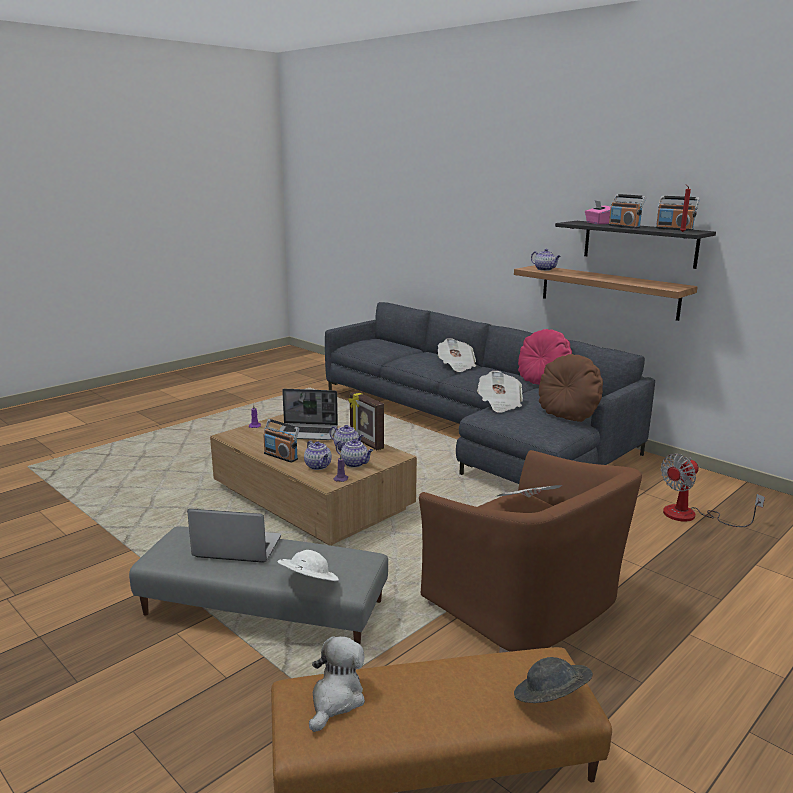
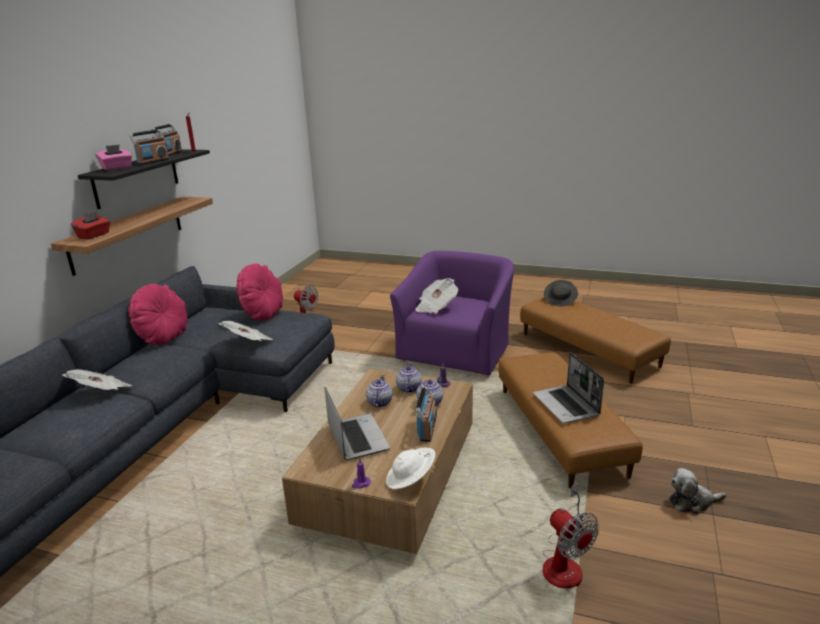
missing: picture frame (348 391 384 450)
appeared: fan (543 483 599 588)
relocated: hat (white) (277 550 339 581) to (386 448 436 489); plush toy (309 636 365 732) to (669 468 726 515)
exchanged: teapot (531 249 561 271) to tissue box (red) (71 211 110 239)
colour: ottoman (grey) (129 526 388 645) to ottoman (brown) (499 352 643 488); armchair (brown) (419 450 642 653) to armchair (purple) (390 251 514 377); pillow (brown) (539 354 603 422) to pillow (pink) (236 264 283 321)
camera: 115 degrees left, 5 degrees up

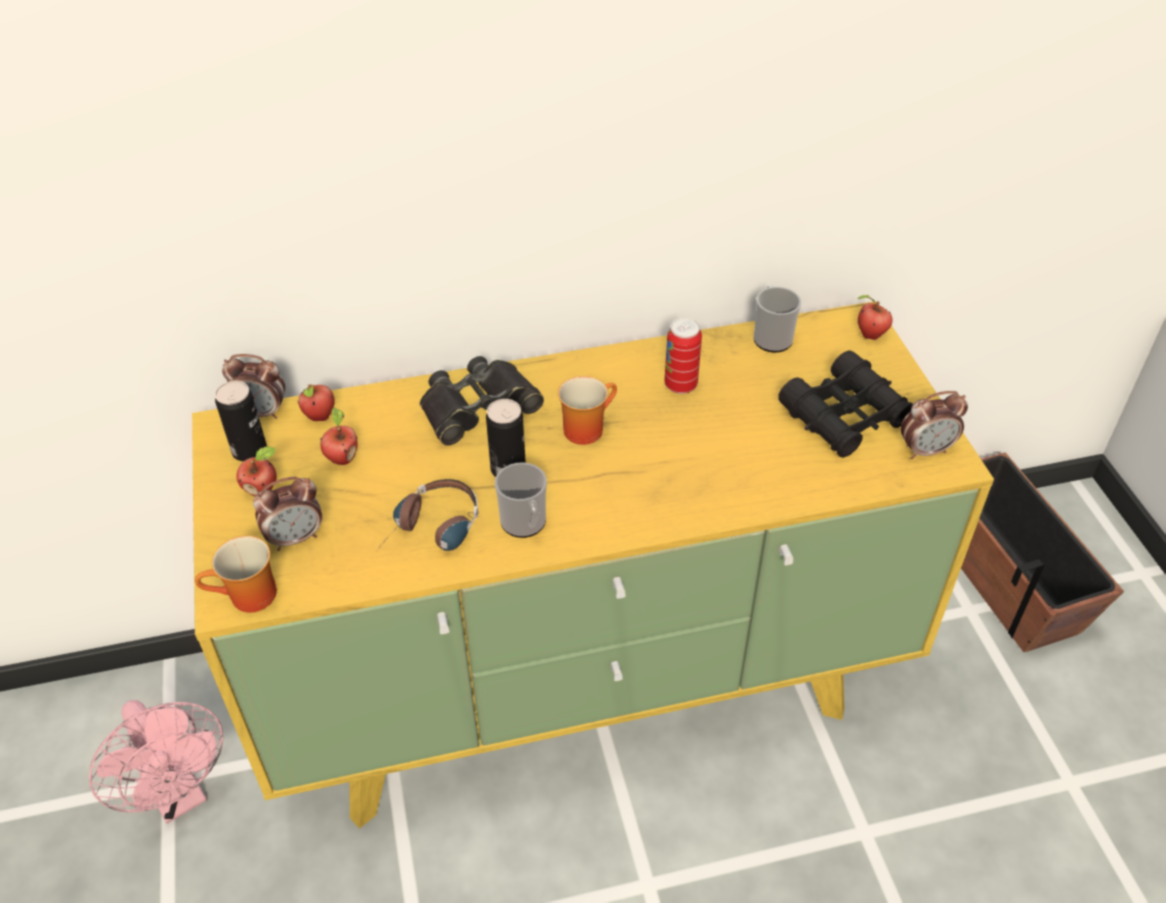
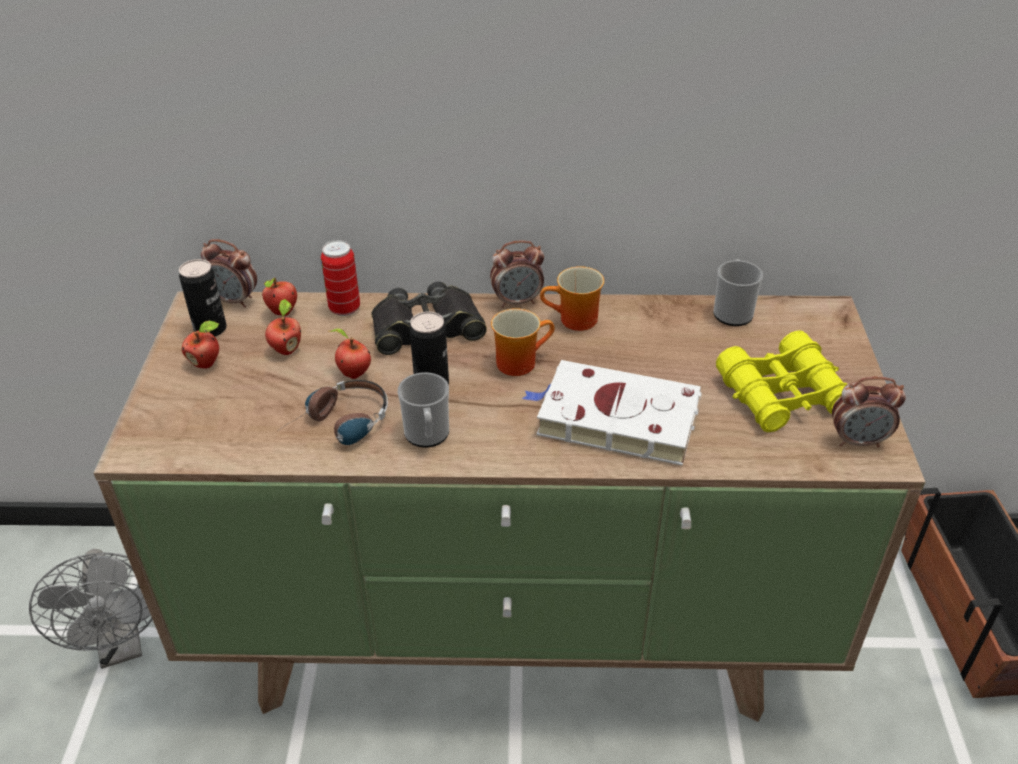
appeared: book (white) (522 360 702 466)
relocated: mug (195 536 277 613) to (540 266 604 331); alarm clock (253 477 322 551) to (490 240 544 308); can (664 317 702 394) to (321 240 360 316); apple (857 295 893 340) to (329 329 371 379)
colour: fan (pink) (89 700 223 824) to fan (grey) (29 549 153 669); dresser (yellow) (192 301 994 829) to dresser (green) (94 291 925 722); binoculars (black) (778 350 913 458) to binoculars (yellow) (716 330 847 432)
camera: 15 degrees right, 5 degrees down

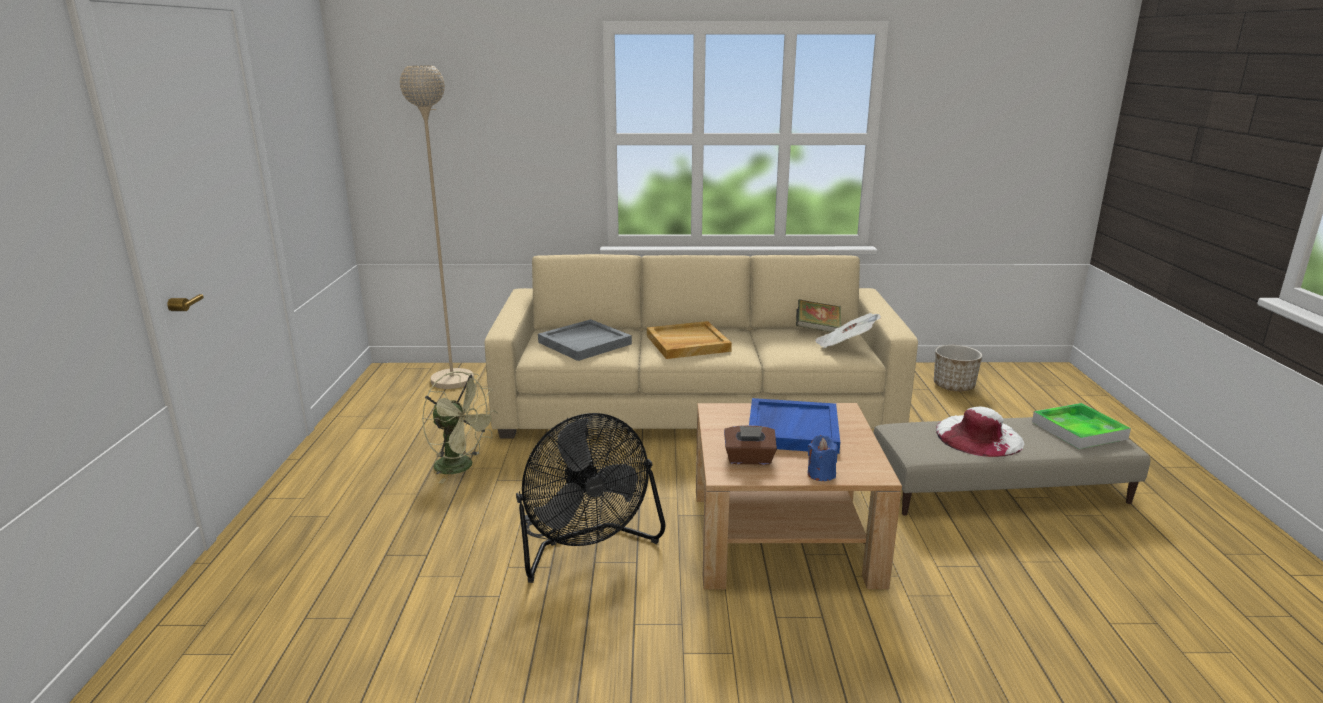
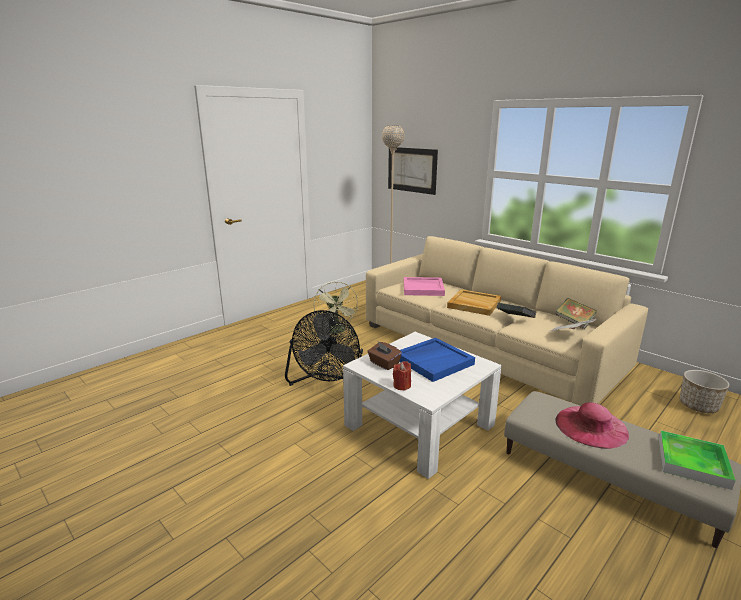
appeared: picture (388 147 438 195); book (496 302 537 318)
colour: tray (grey) (538 319 632 361) to tray (pink) (404 277 445 296); coffee table (brown) (696 403 902 589) to coffee table (white) (343 332 502 479); candle (blue) (808 435 838 481) to candle (red) (393 361 411 391); hat (white) (936 407 1024 457) to hat (pink) (555 402 629 449)
camera: 45 degrees right, 0 degrees up

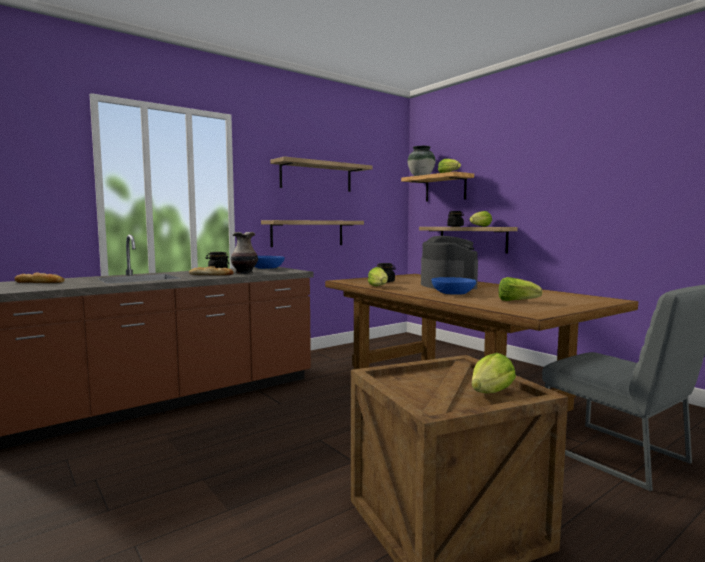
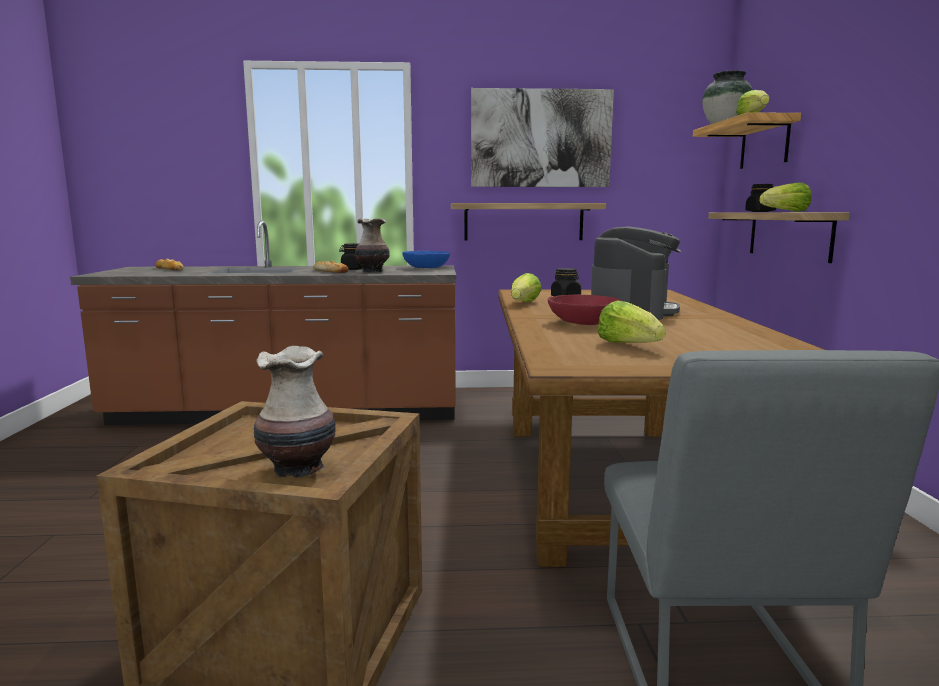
exchanged: shelf (270 157 372 192) to picture (471 88 614 187); lettuce (472 353 516 393) to vase (254 346 336 478)
colour: bowl (blue) (431 277 476 295) to bowl (red) (548 295 622 325)
camera: 35 degrees right, 5 degrees up

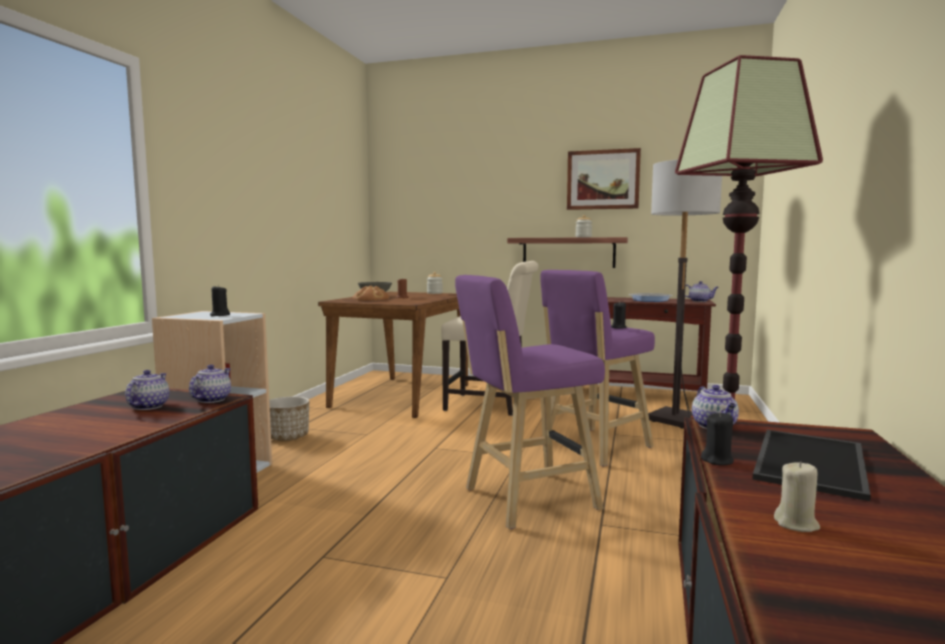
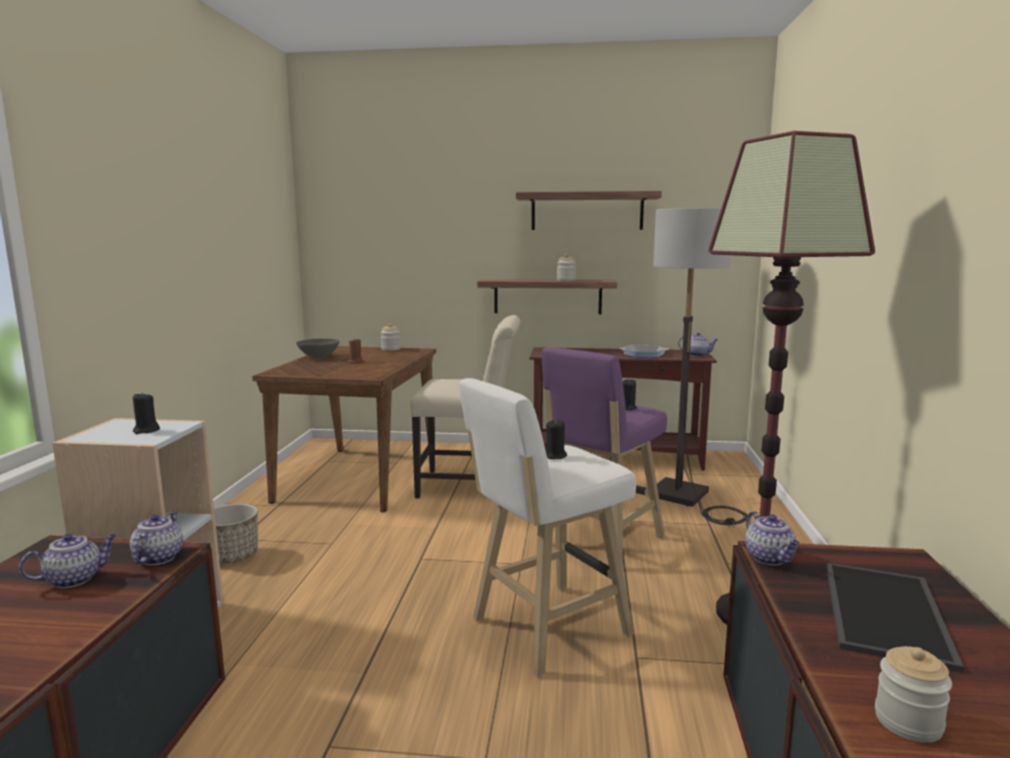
missing: bread (352 285 389 301)
relocated: candle (black) (701 412 734 465) to (545 419 567 459)
exchanged: picture (567 148 641 210) to shelf (516 191 662 230); candle (beige) (774 461 820 532) to jar (875 646 952 743)
colour: stool (purple) (455 275 605 529) to stool (white) (459 378 636 677)
spun: teapot (125 370 169 410) = (19 533 117 588) 60 degrees clockwise
camera: 10 degrees left, 5 degrees up

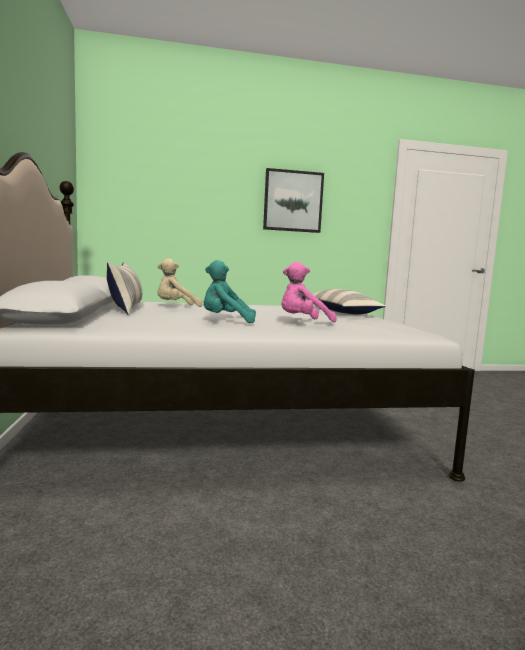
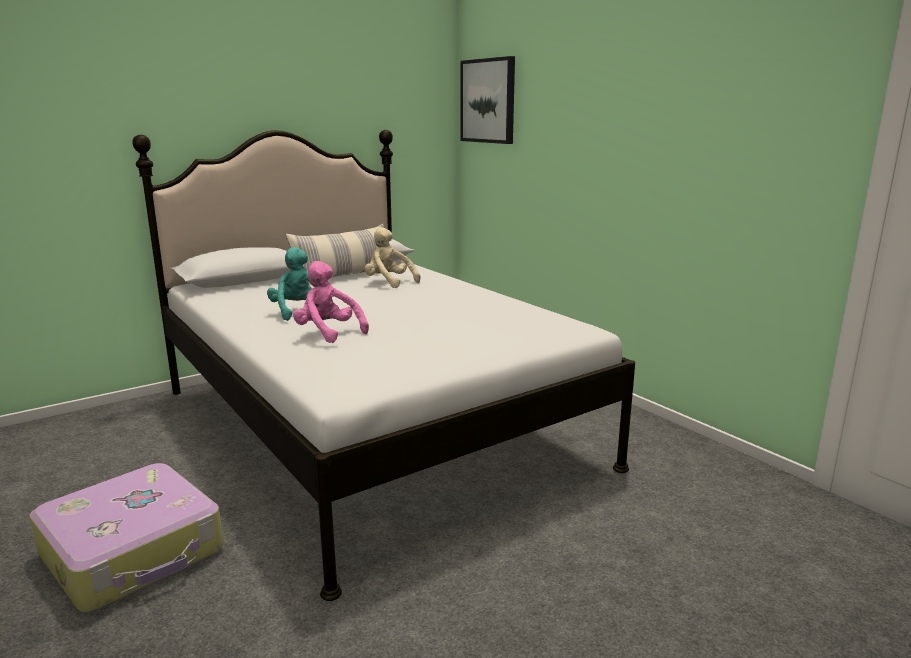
missing: pillow (312 289 386 314)
appeared: suitcase (29 463 223 612)
relocated: picture (263 168 324 233) to (460 56 515 144)
camera: 65 degrees right, 10 degrees up

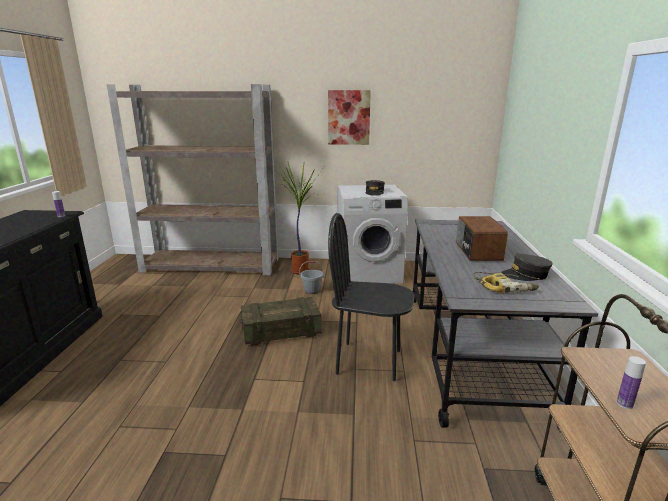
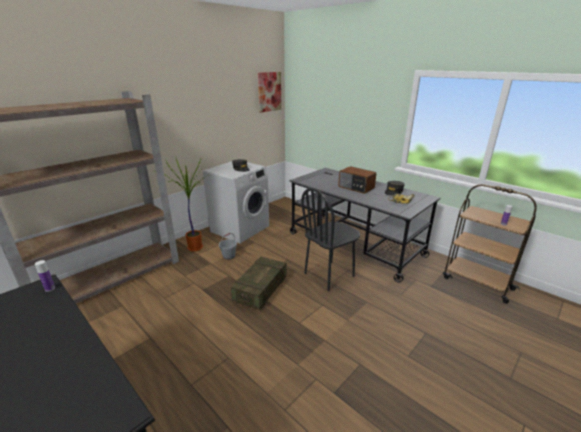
relocated: picture (328 90 371 145) to (258 72 281 113)
camera: 50 degrees left, 5 degrees up

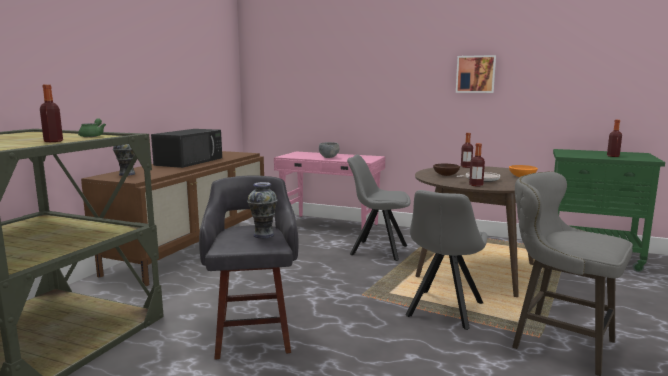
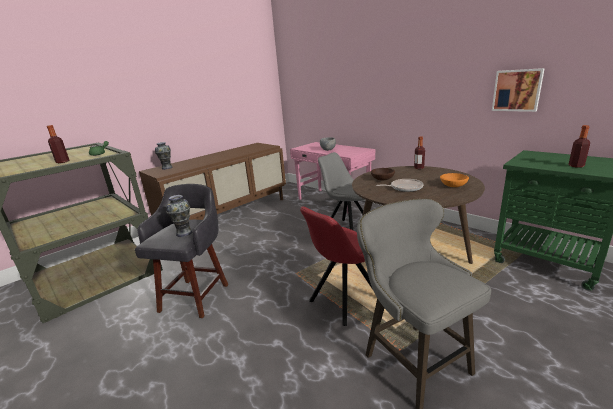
missing: microwave (black) (151 129 222 168); bottle (469 143 485 187)
relocated: picture (456 55 496 93) to (492 68 545 112)
colour: chair (grey) (406 190 488 330) to chair (red) (300 206 372 326)
camera: 25 degrees right, 10 degrees up

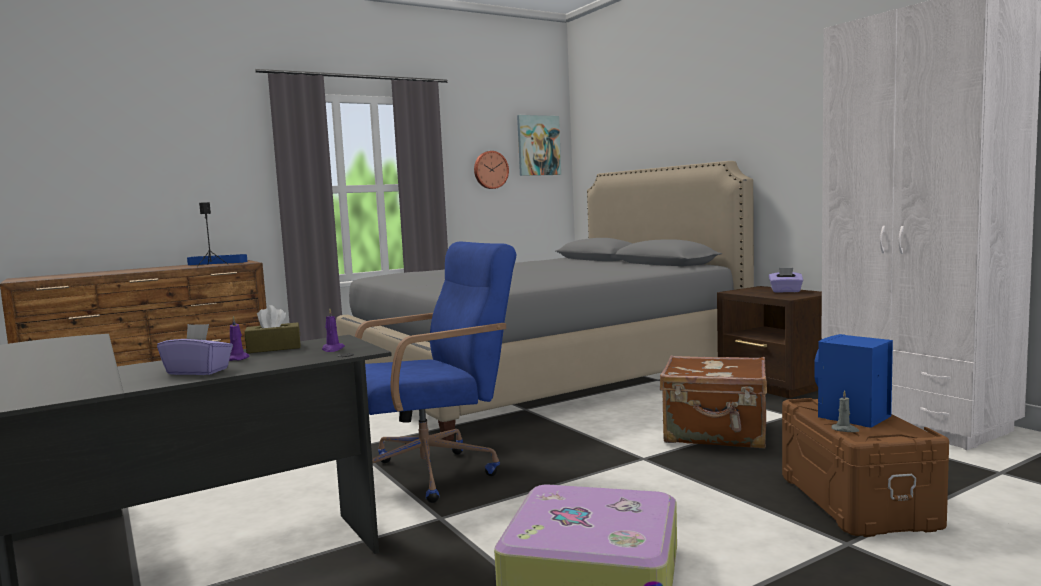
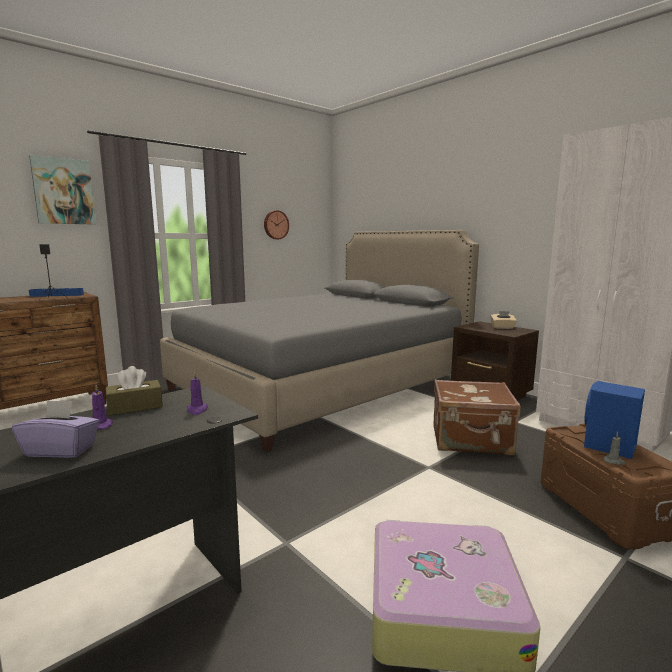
missing: office chair (blue) (355 241 516 503)
relocated: picture (517 115 561 176) to (29 155 96 225)
colour: tissue box (purple) (769 268 803 293) to tissue box (beige) (491 311 517 329)
camera: 10 degrees left, 5 degrees up

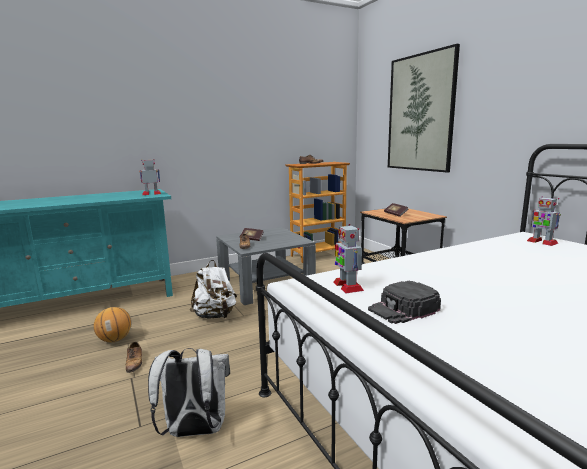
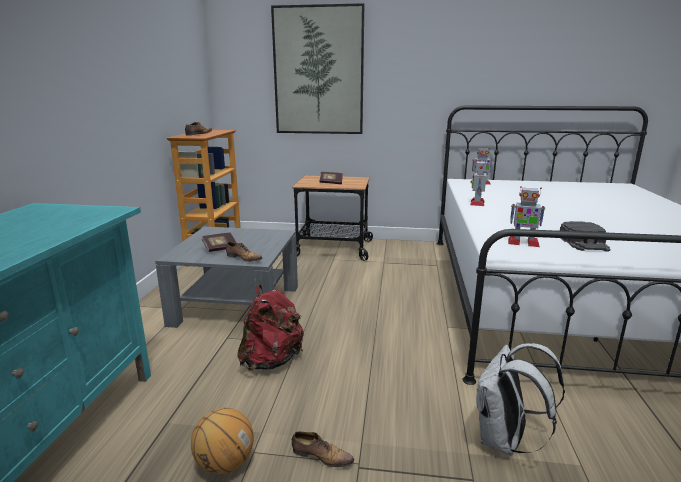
relocated: toy robot (139 159 161 195) to (470 160 487 206)
colour: backpack (white) (190 260 237 319) to backpack (red) (237 284 304 370)
camera: 55 degrees left, 5 degrees up

